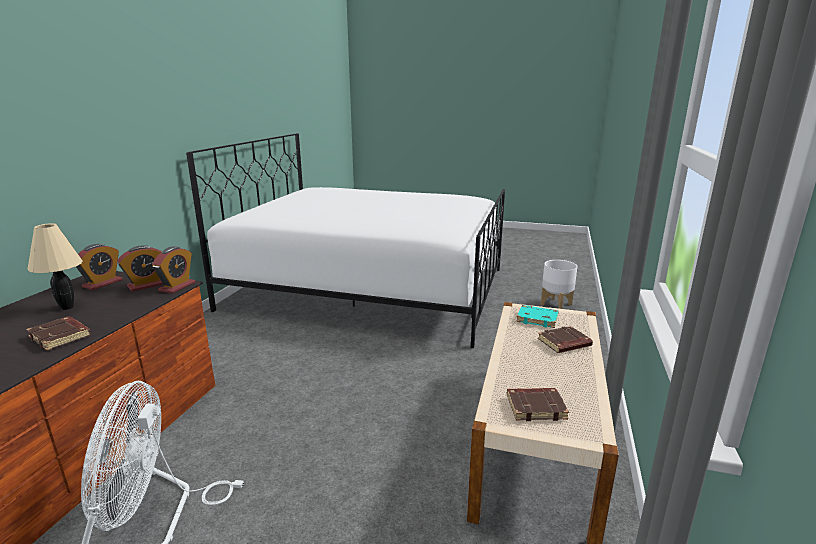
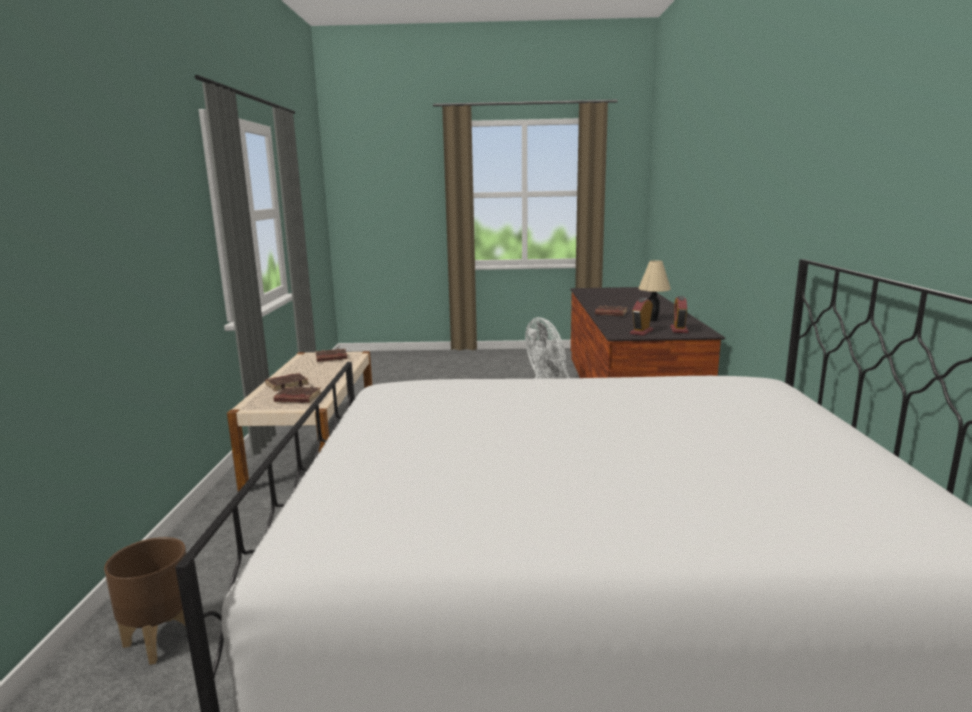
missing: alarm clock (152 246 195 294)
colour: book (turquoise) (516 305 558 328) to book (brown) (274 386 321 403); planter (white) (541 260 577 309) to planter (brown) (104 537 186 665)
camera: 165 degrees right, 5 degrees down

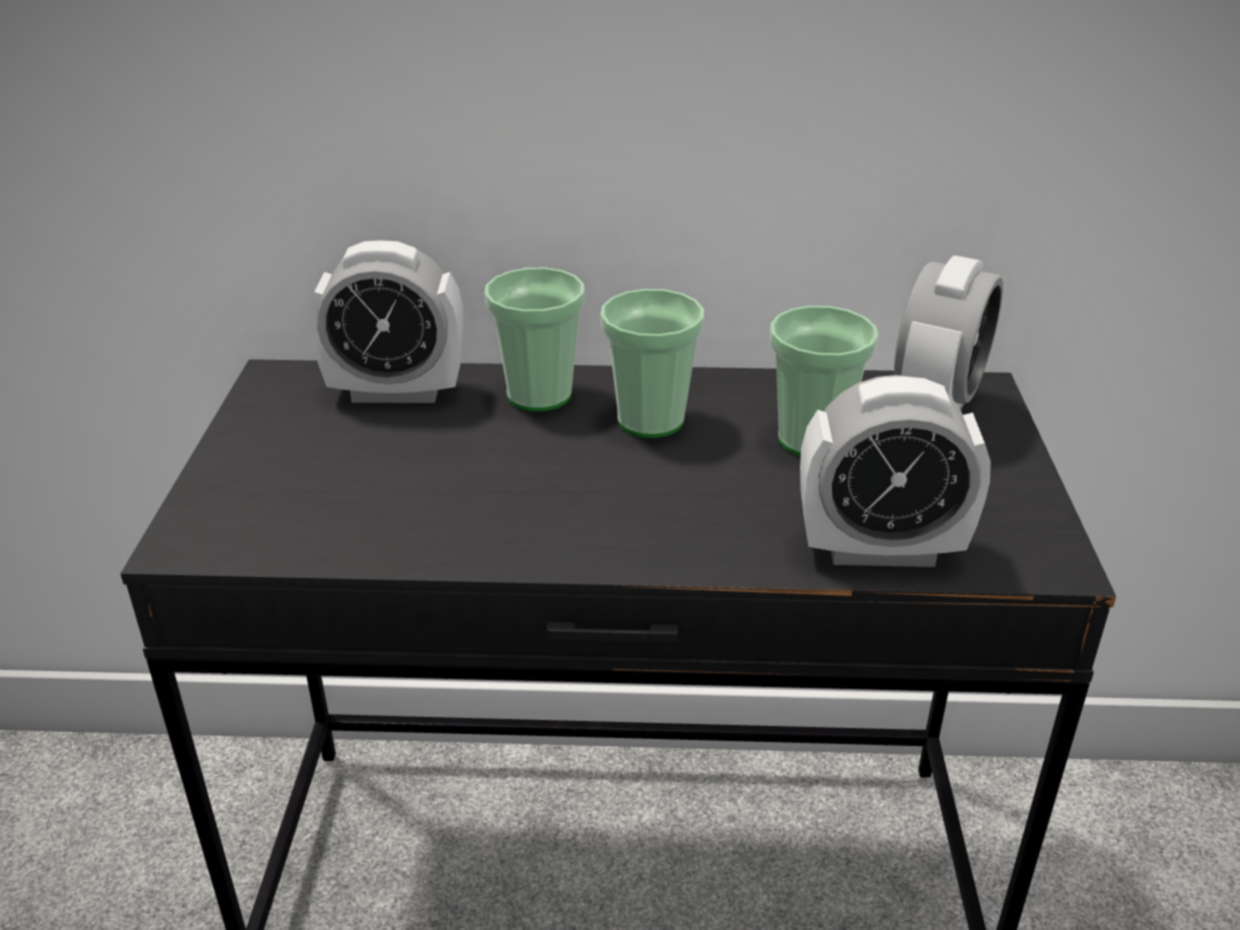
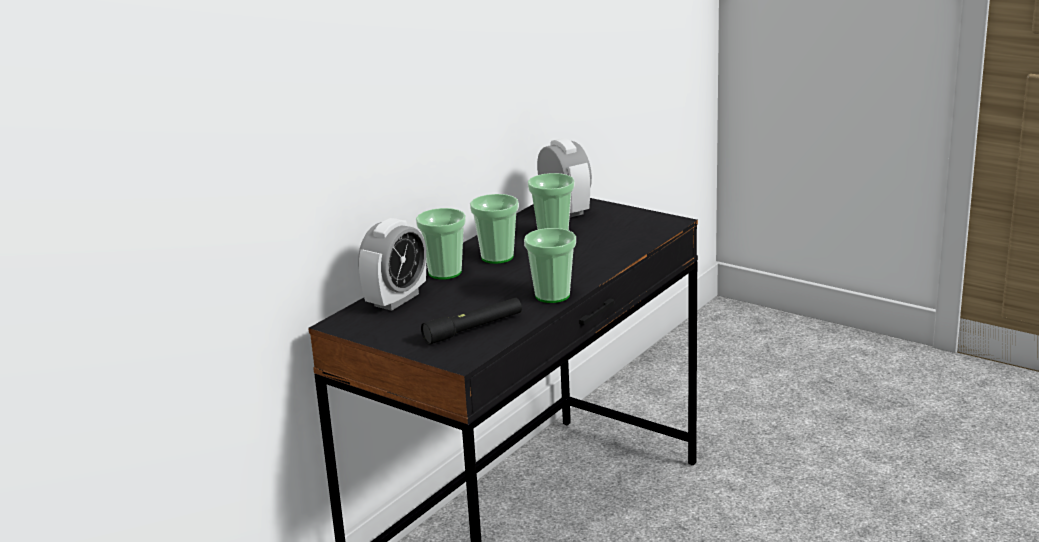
missing: alarm clock (800 375 991 567)
appeared: flashlight (black) (421 298 522 345); cup (524 228 576 303)
camera: 55 degrees left, 10 degrees down

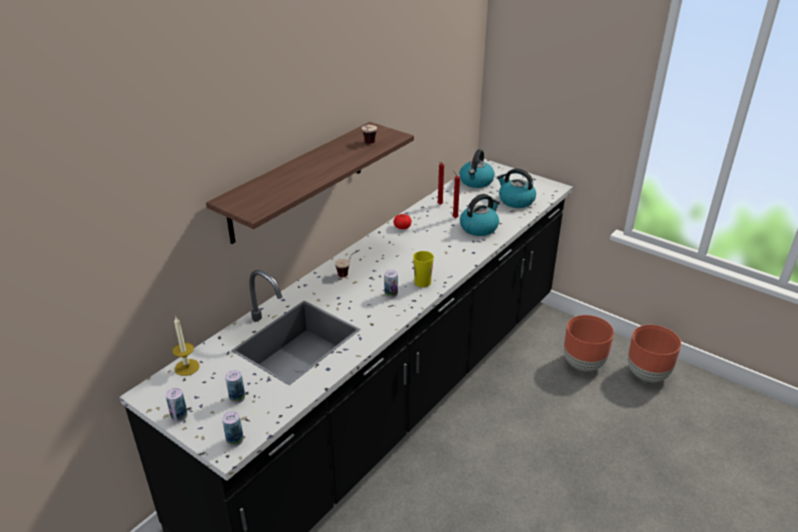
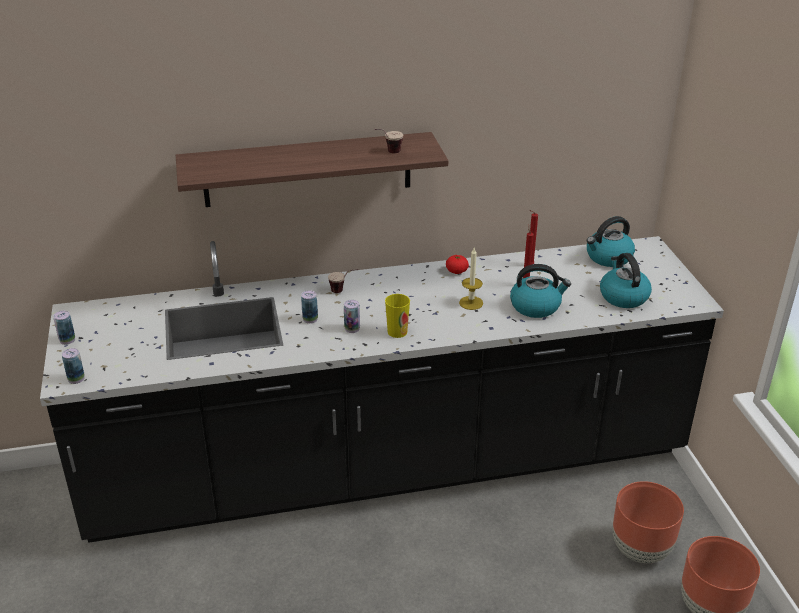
relocated: candle (172 317 200 376) to (459 248 483 310); can (225 370 245 404) to (301 290 318 324)
camera: 40 degrees right, 0 degrees up

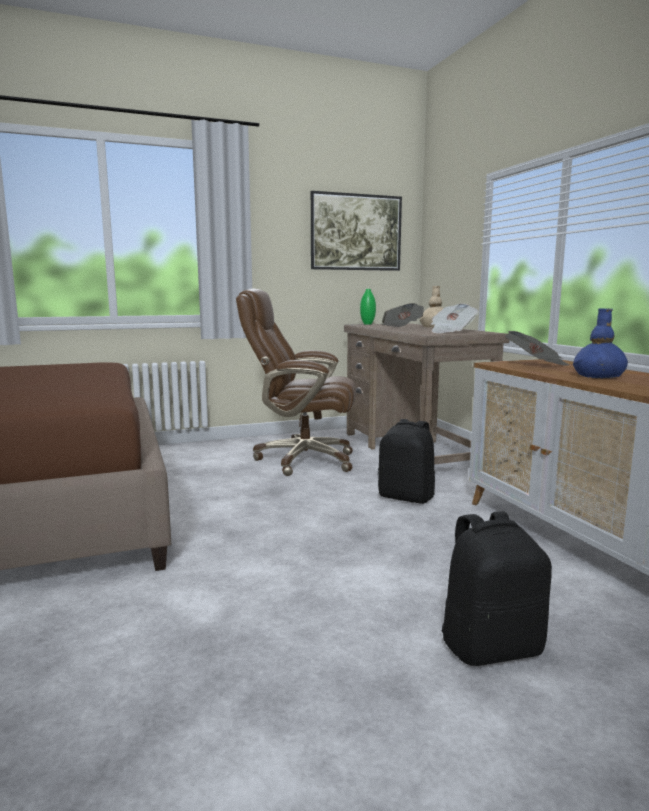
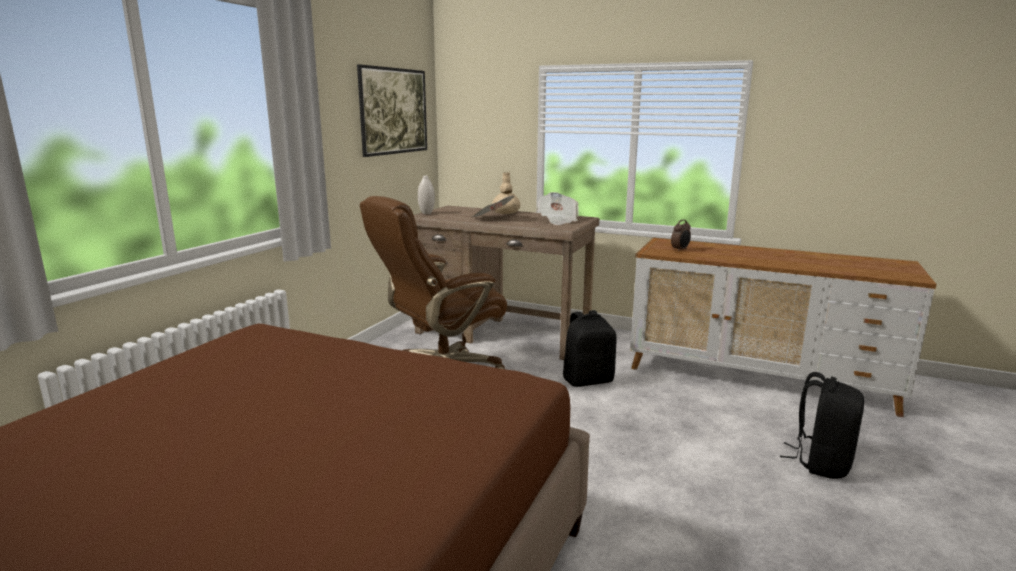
missing: vase (blue) (573 308 628 379)
exchanged: newspaper (505 331 569 366) to alarm clock (671 219 691 252)
colour: vase (green) (360 289 376 325) to vase (white) (418 176 435 214)
camera: 45 degrees left, 5 degrees up

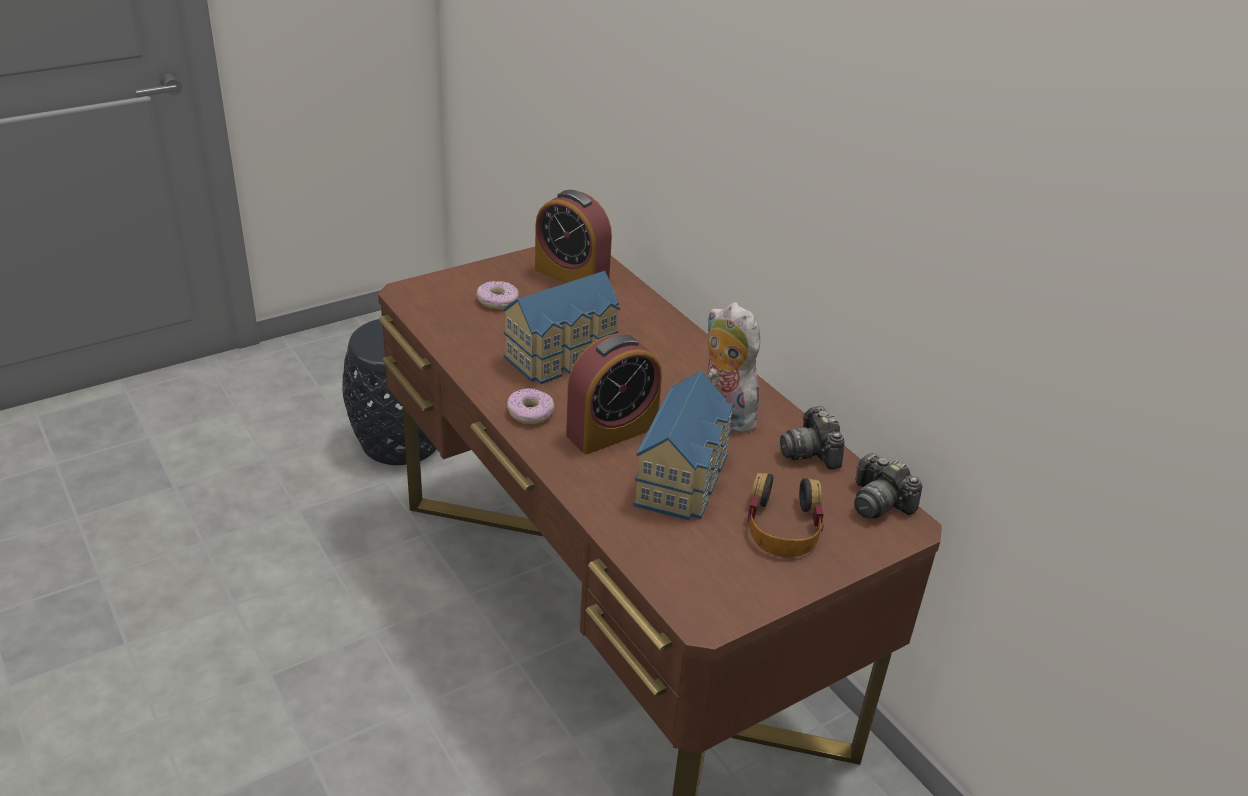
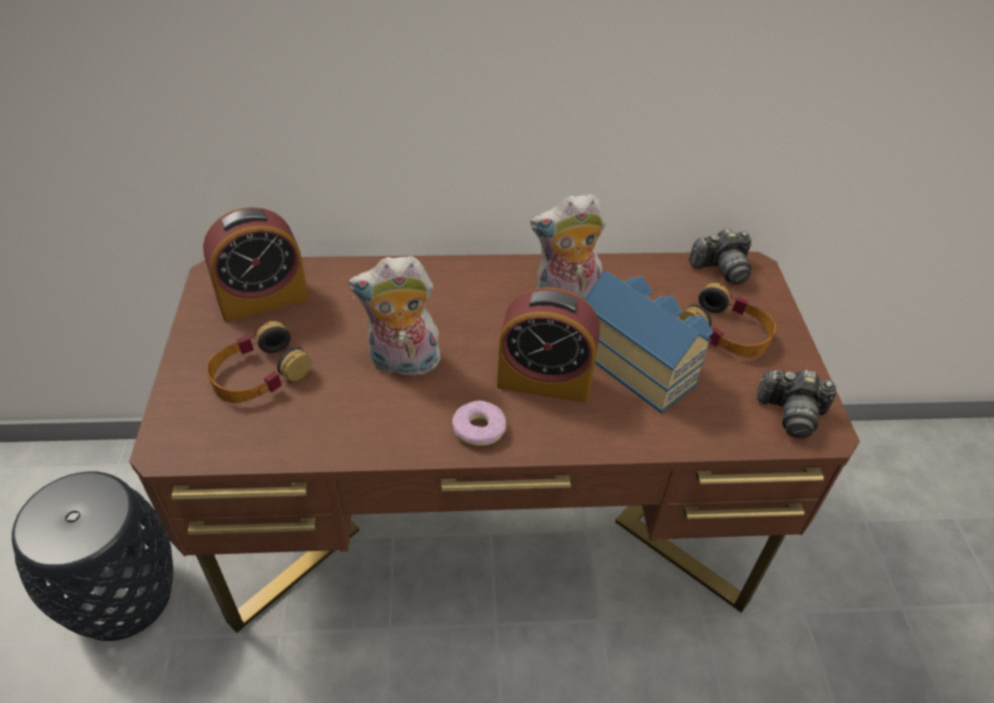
relocated: photo camera (780 406 844 469) to (757 370 836 438)
exchanged: donut (476 281 519 309) to headphones (206 321 312 403); toy house (503 271 620 384) to plush toy (348 256 441 381)
spun: alarm clock (566 334 662 454) = (497 287 600 403) 105 degrees clockwise
camera: 60 degrees left, 10 degrees up

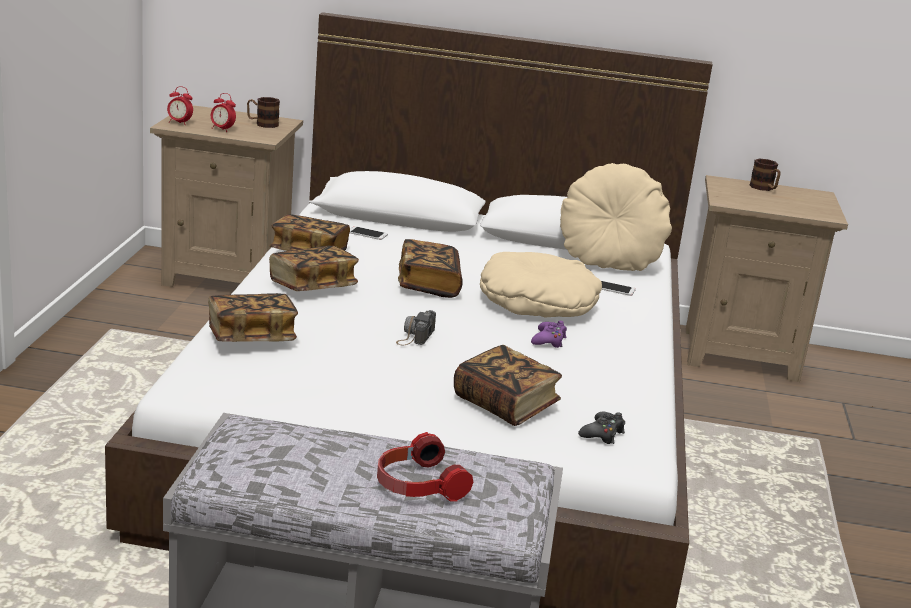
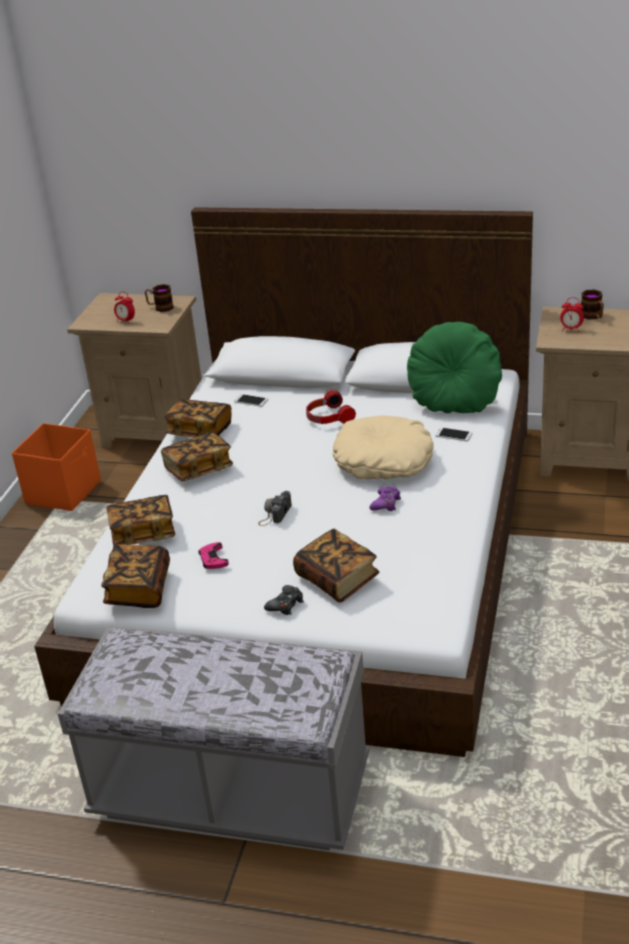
appeared: storage box (orange) (12 423 101 511); game controller (pink) (199 542 229 569)
relocated: alarm clock (167 86 193 125) to (560 297 584 332); headphones (377 432 473 502) to (306 390 356 424); book (398 239 463 298) to (101 544 170 608); game controller (black) (578 412 625 444) to (264 585 304 615)
colour: pillow (beige) (560 163 672 271) to pillow (green) (407 322 502 413)
camera: 10 degrees right, 10 degrees up

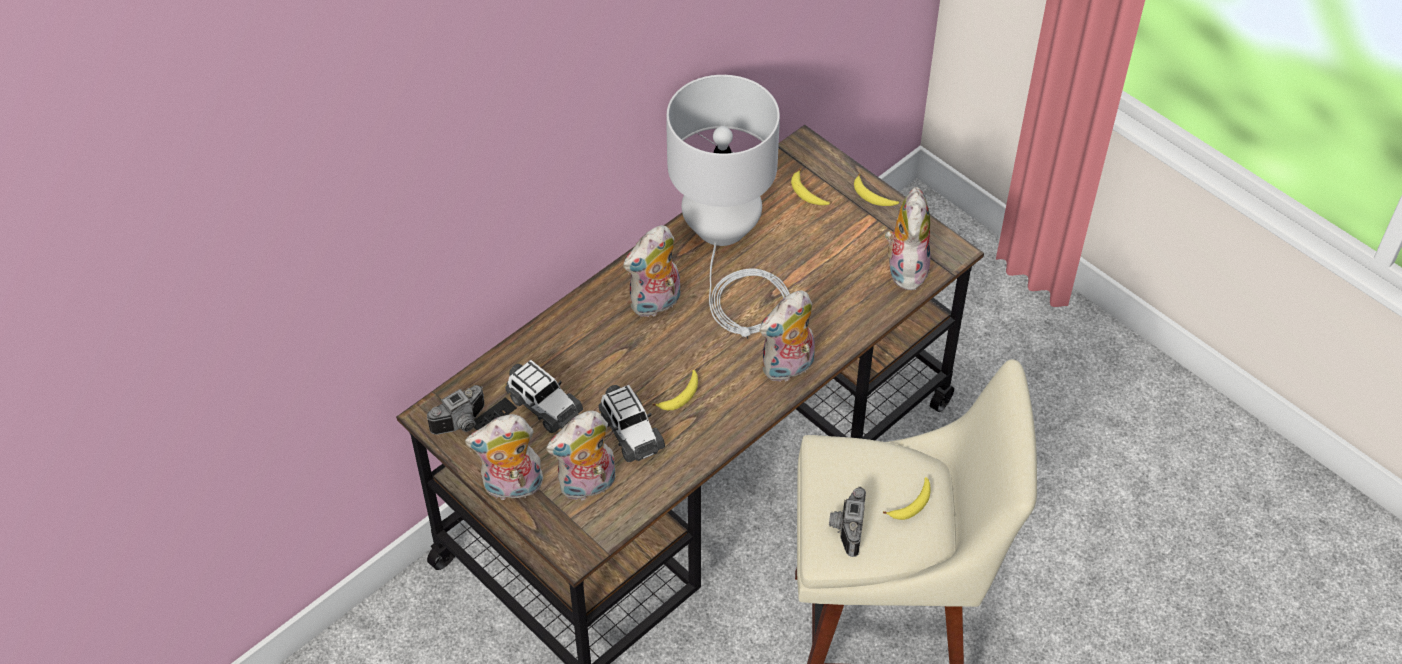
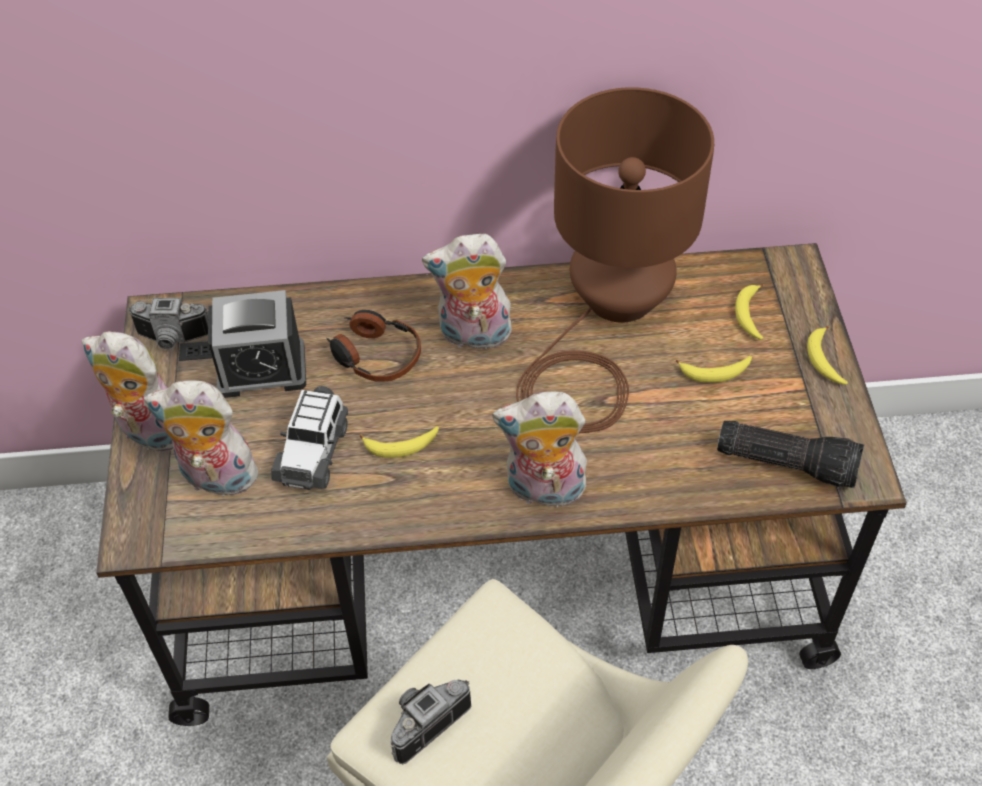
appeared: headphones (326 310 421 381)
relocated: banana (883 477 931 520) to (676 356 752 383)
exchanged: toy car (505 360 583 433) to alarm clock (208 290 306 398); plush toy (885 187 931 290) to flashlight (717 421 864 488)
colour: table lamp (grey) (666 75 790 339) to table lamp (brown) (516 87 714 434)
camera: 40 degrees right, 0 degrees up

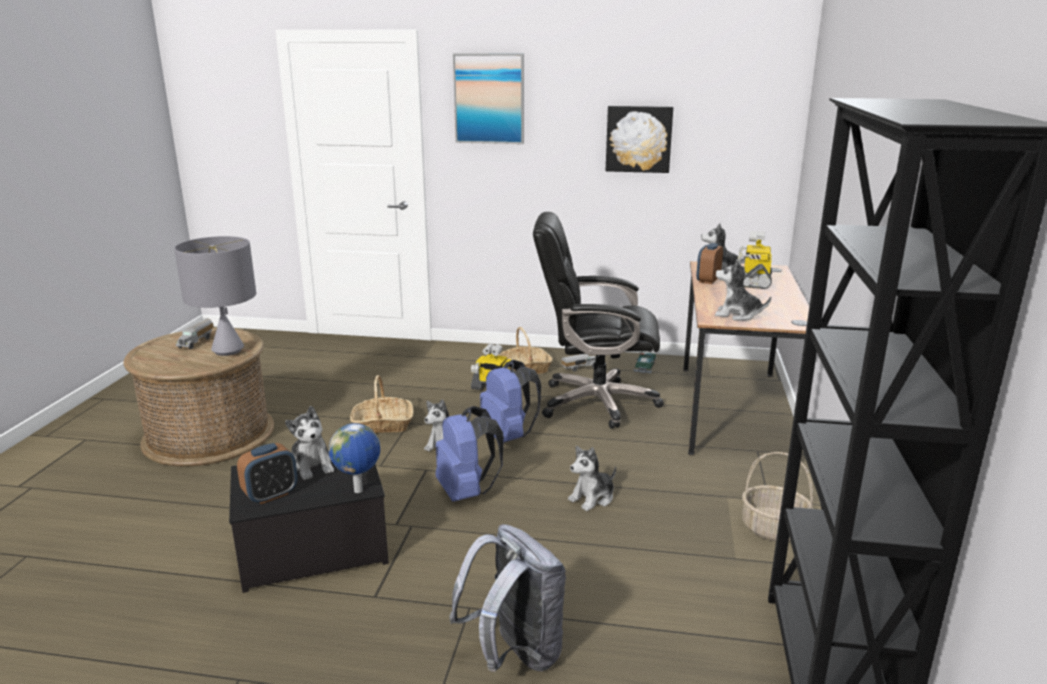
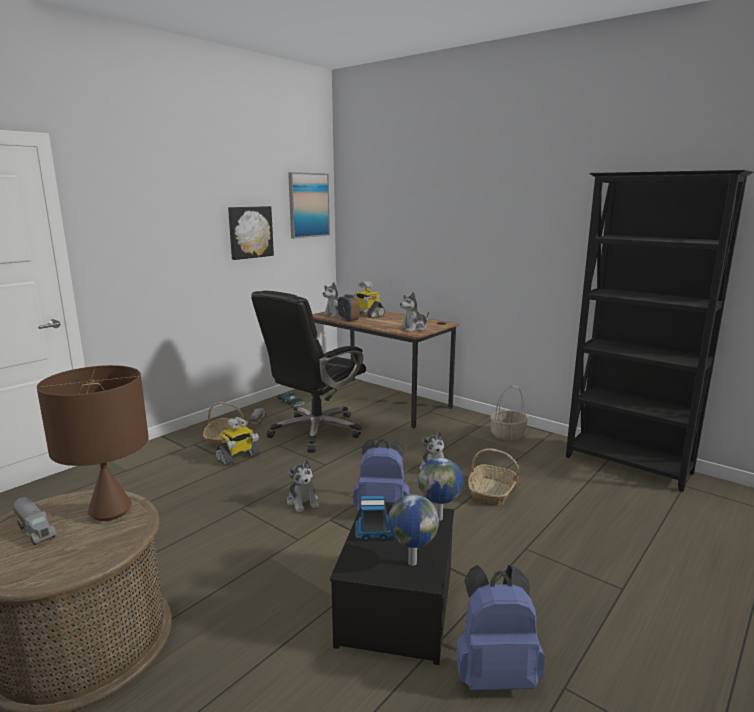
missing: backpack (grey) (450 524 566 672)
relocated: basket (350 375 414 433) to (468 448 519 505); picture (453 53 524 144) to (288 172 330 239); backpack (blue) (480 360 541 443) to (456 565 545 691)
exchanged: alarm clock (237 443 298 504) to globe (388 494 439 566); plush toy (285 406 334 480) to toy truck (355 496 394 541)
colour: table lamp (grey) (174 236 256 356) to table lamp (brown) (37 365 149 521)
camera: 60 degrees left, 5 degrees down

